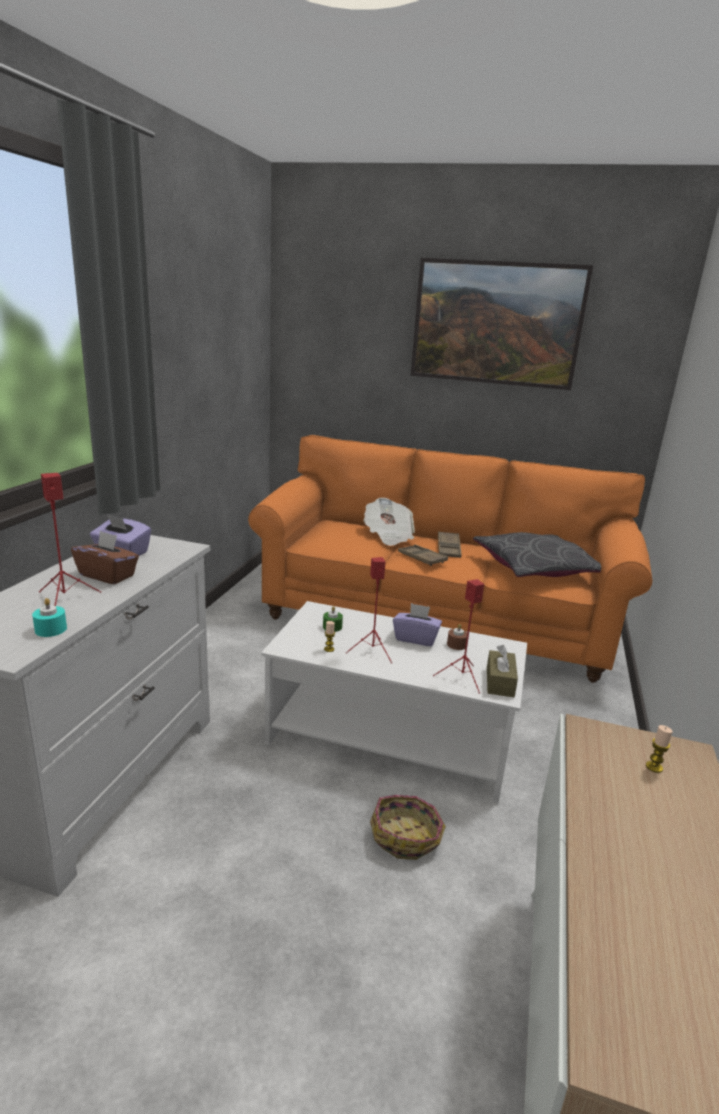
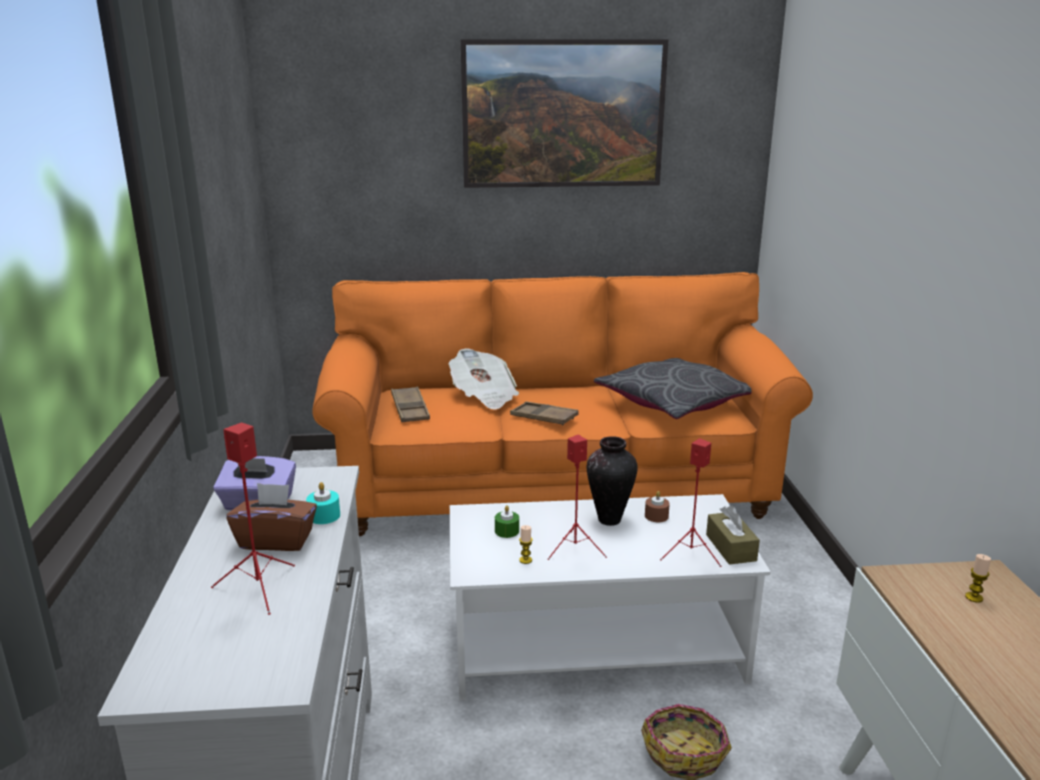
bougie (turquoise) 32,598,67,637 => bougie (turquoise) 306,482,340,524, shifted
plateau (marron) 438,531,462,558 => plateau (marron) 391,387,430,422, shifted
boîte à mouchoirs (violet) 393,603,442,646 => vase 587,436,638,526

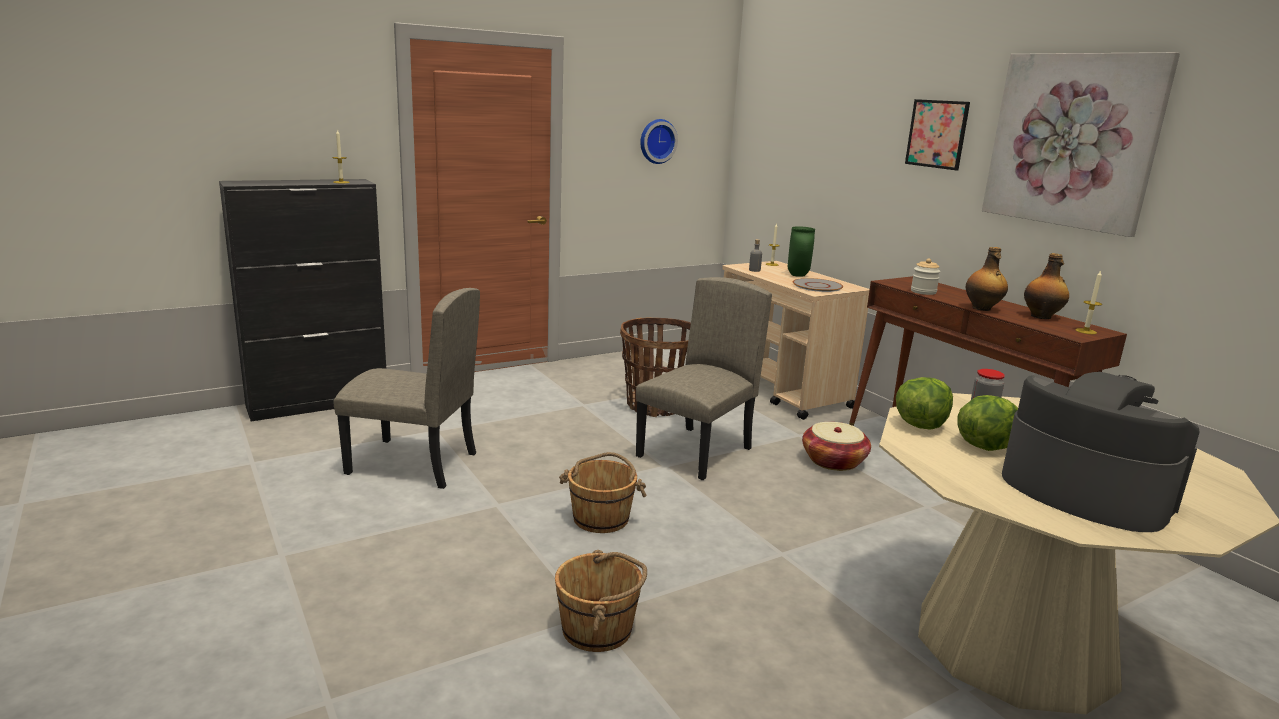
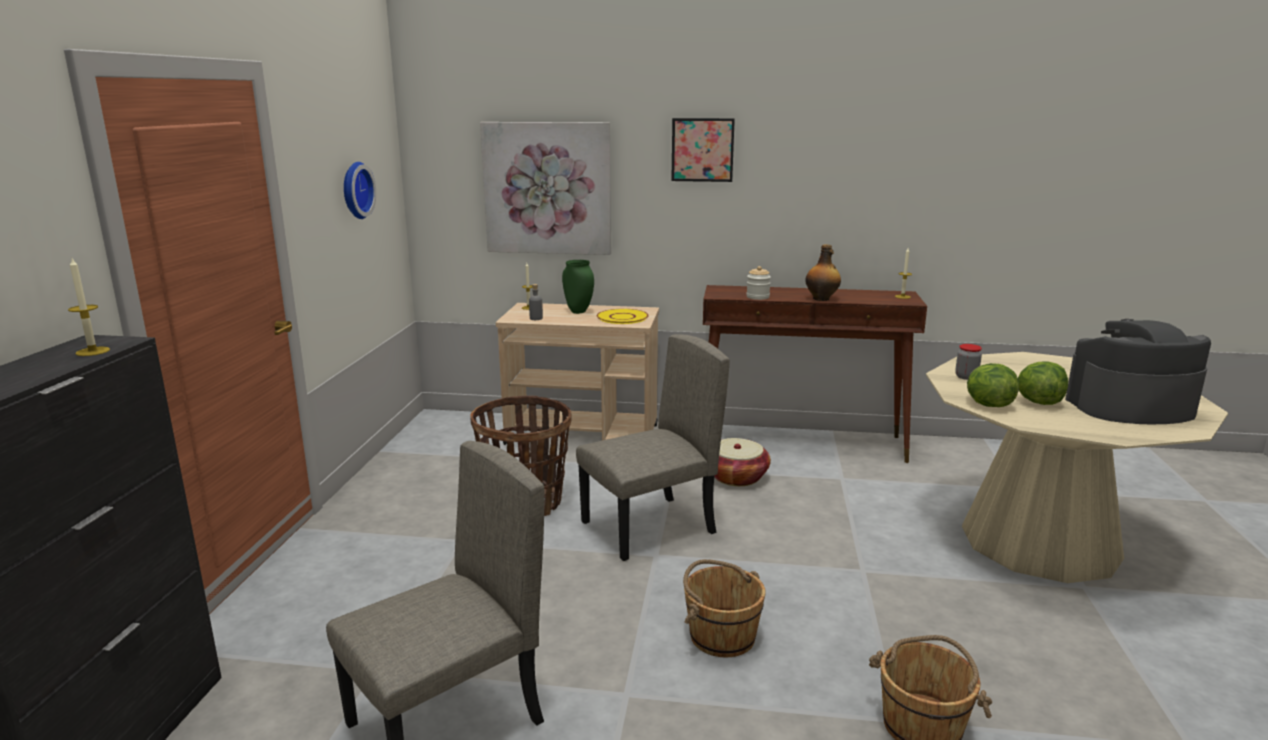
bouteille 1024,253,1069,319 => nothing
tableau 982,52,1180,237 => tableau 480,122,611,255, shifted
assiette (gris) 793,278,843,292 => assiette (jaune) 597,309,649,324
chaise (beige) 636,277,772,480 => chaise (beige) 576,334,730,561, 75 degrees clockwise

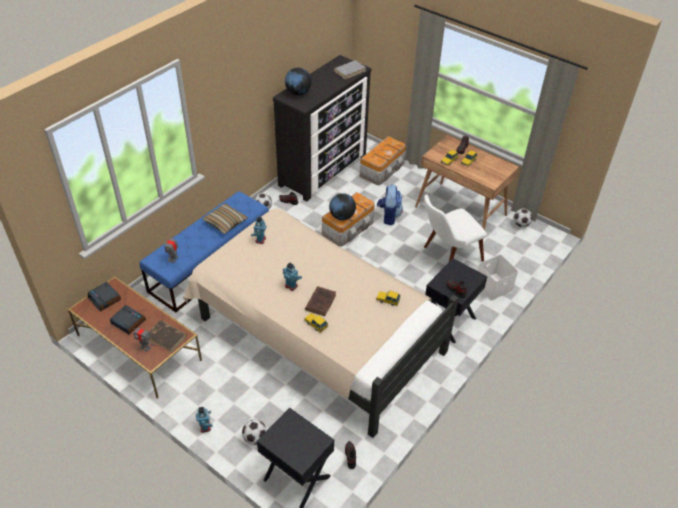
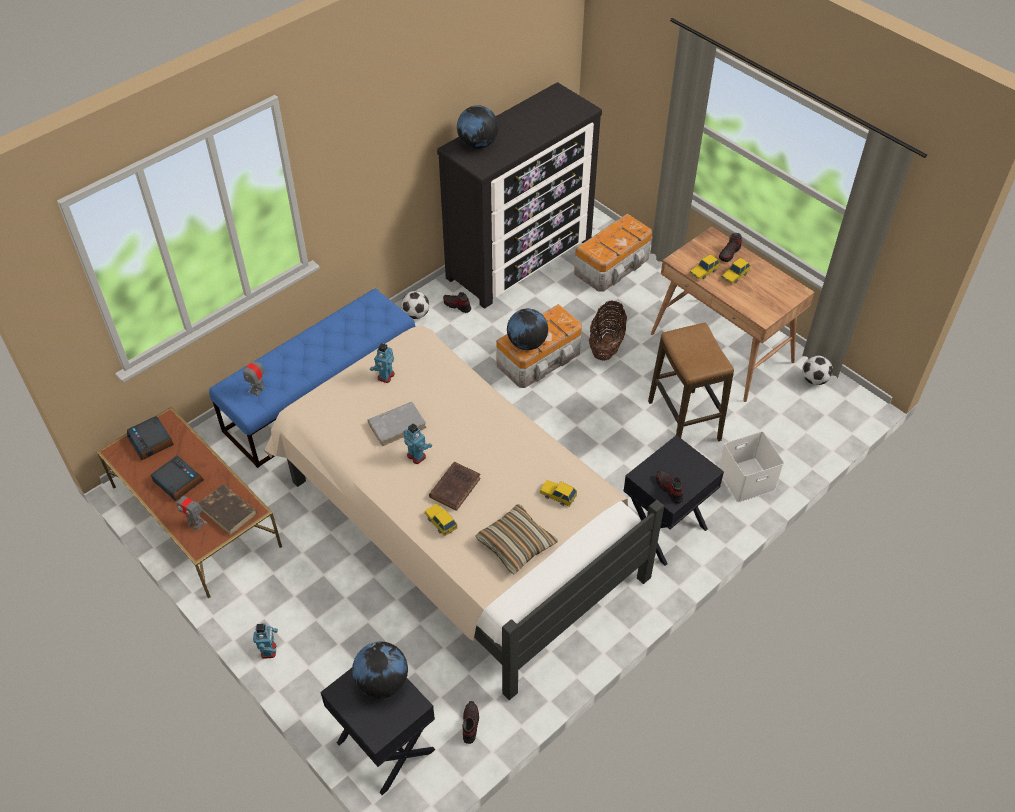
ballon de foot 242,420,267,445 => nothing
nothing => globe 352,642,408,699
coussin 203,203,248,234 => coussin 476,504,558,575, shifted
livre (gris) 334,60,366,79 => livre (gris) 367,402,426,446, shifted
sac à dos 377,184,403,225 => panier 589,300,627,361
chaise (blanc) 424,194,487,262 => tabouret 648,323,734,441

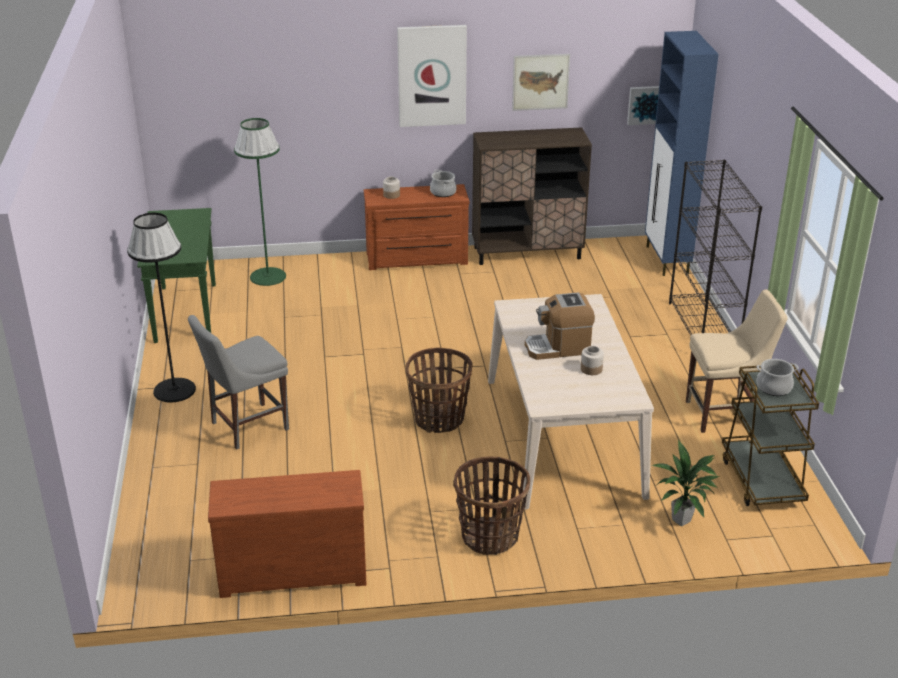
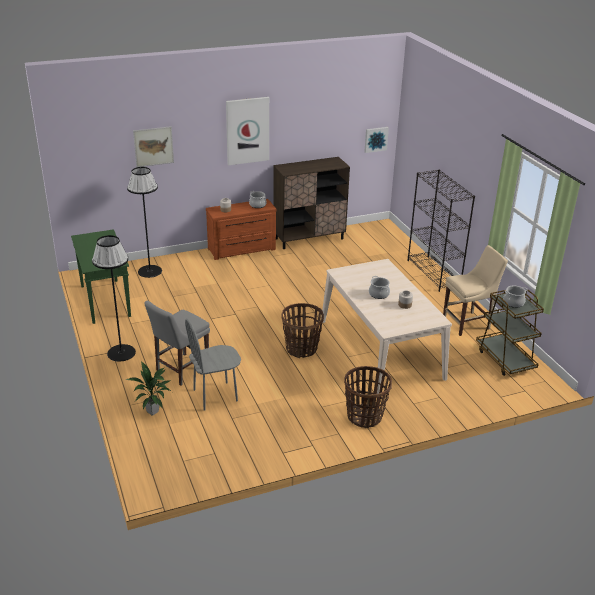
commode (marron) 208,470,367,598 => nothing
meuble de rangement (bleu) 645,31,719,276 => nothing
nothing => chaise (gris) 185,318,241,411
tableau 512,54,570,111 => tableau 133,126,174,167, shifted
plante en pot 652,439,720,526 => plante en pot 125,361,172,416, shifted
machine à café 525,292,595,360 => marmite 369,276,390,299
lampadaire (vert) 234,118,286,286 => lampadaire (noir) 127,167,162,278

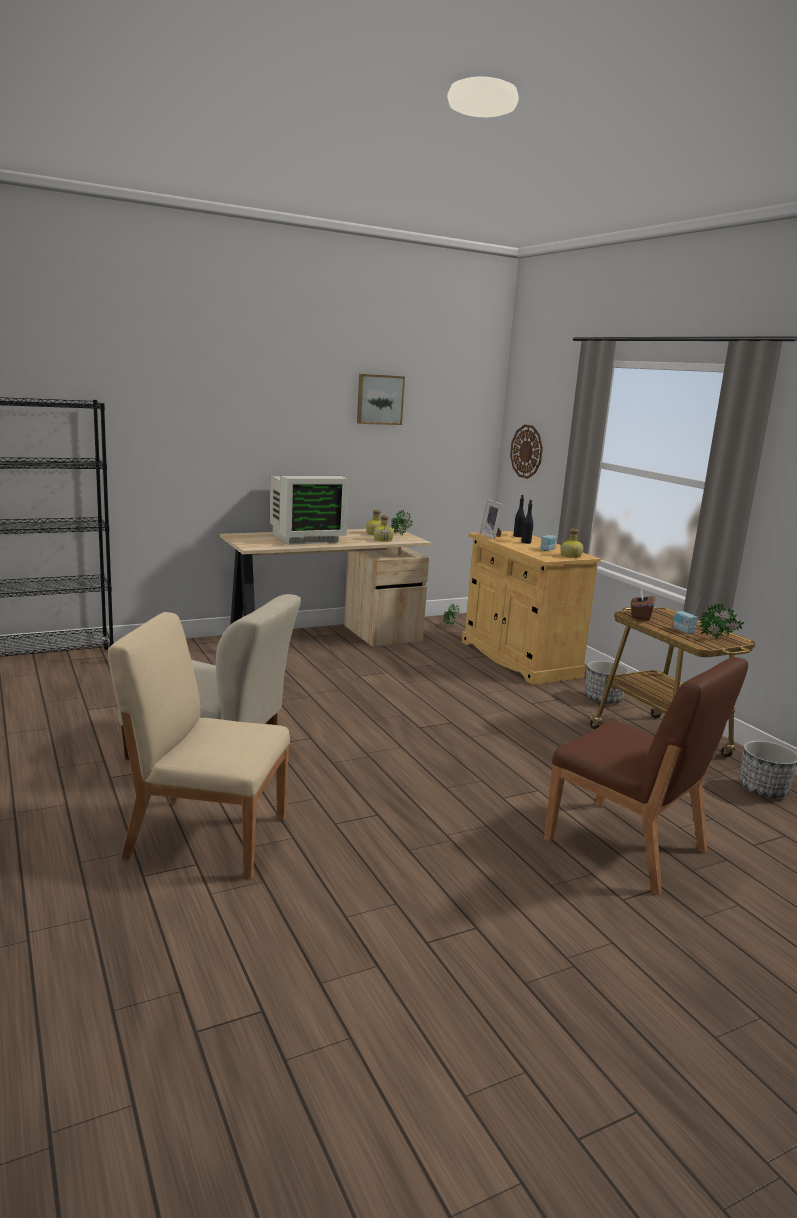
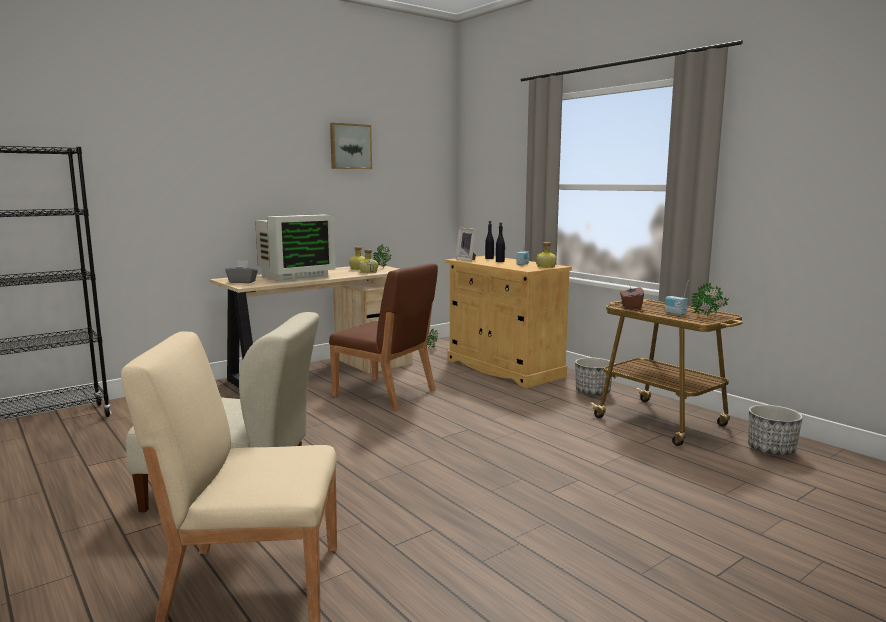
horloge murale 510,424,543,479 => nothing
nothing => boîte à mouchoirs (gris) 225,261,258,283
chaise (marron) 544,657,748,896 => chaise (marron) 329,263,438,411, shifted

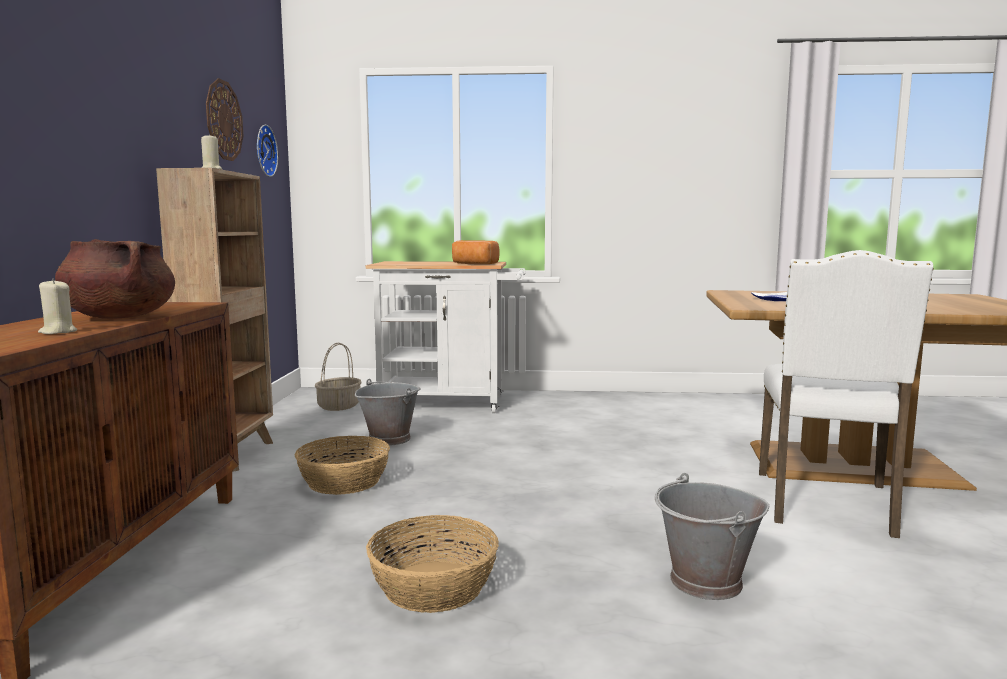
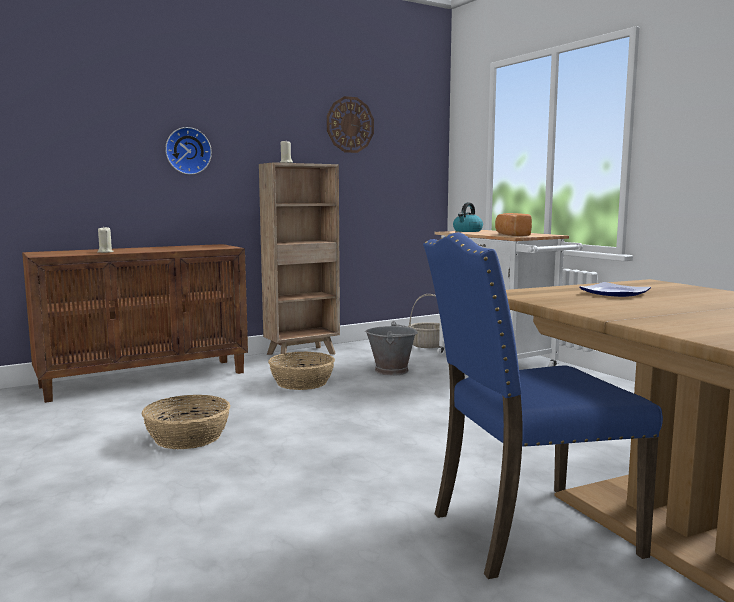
marmite (marron) 55,239,175,319 => nothing
seau (gris) 655,473,769,600 => nothing
nothing => bouilloire 453,203,483,232
horloge murale 257,125,278,177 => horloge murale 165,127,212,175, shifted
chaise (blanc) 759,250,934,538 => chaise (bleu) 423,232,663,579

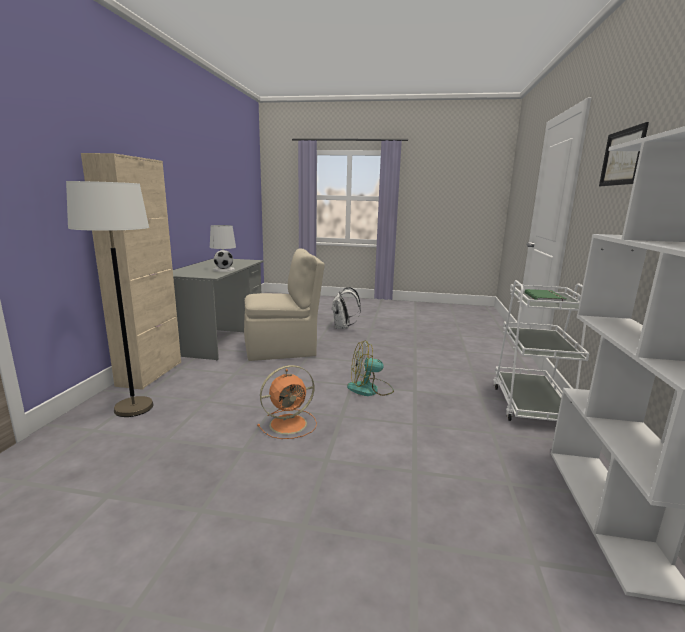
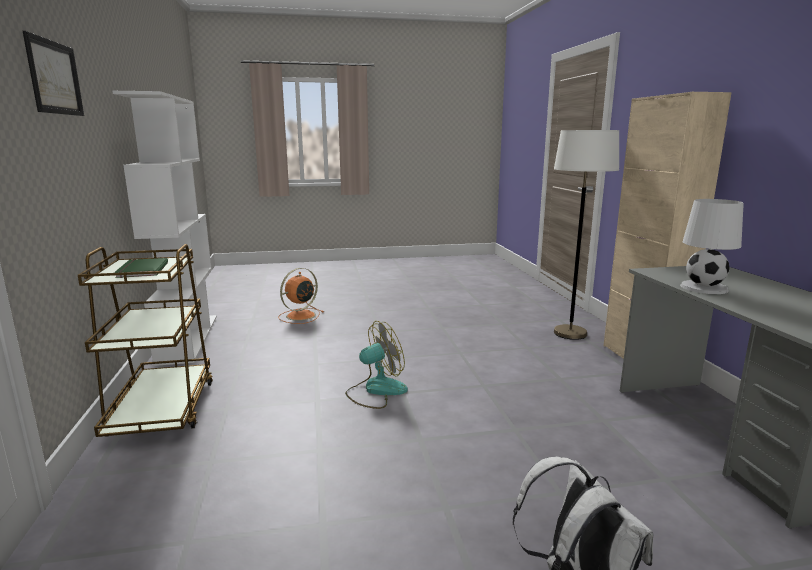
chaise (beige) 244,248,325,361 => nothing
ventilateur (orange) 257,365,317,439 => ventilateur (orange) 278,268,324,324, shifted
chariot (blanc) 494,280,590,421 => chariot (marron) 78,244,213,437

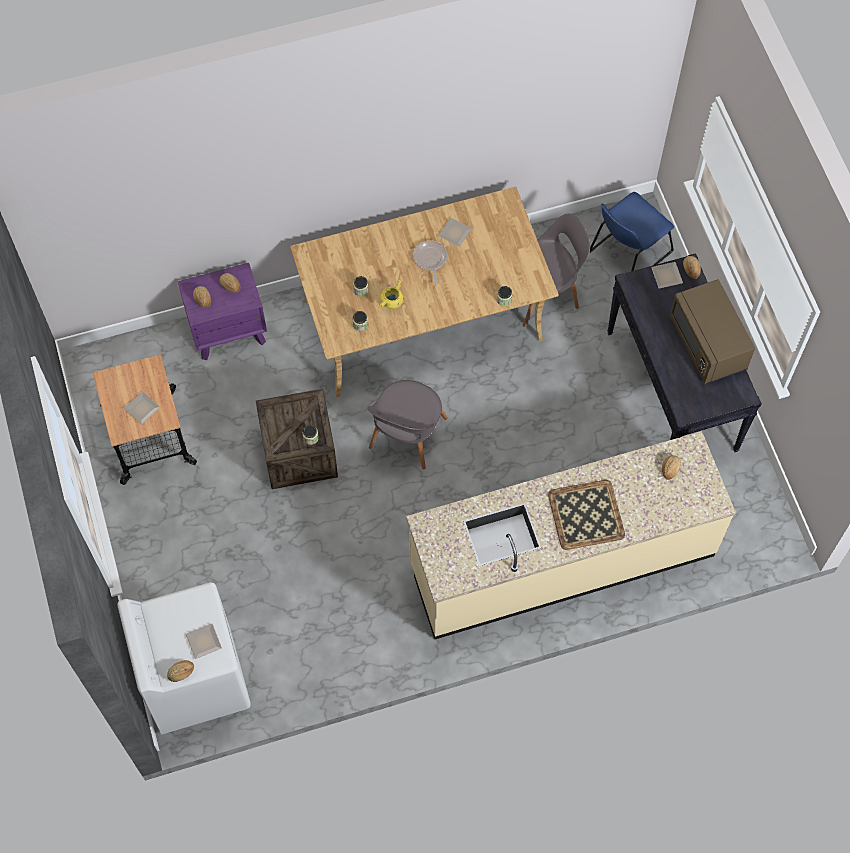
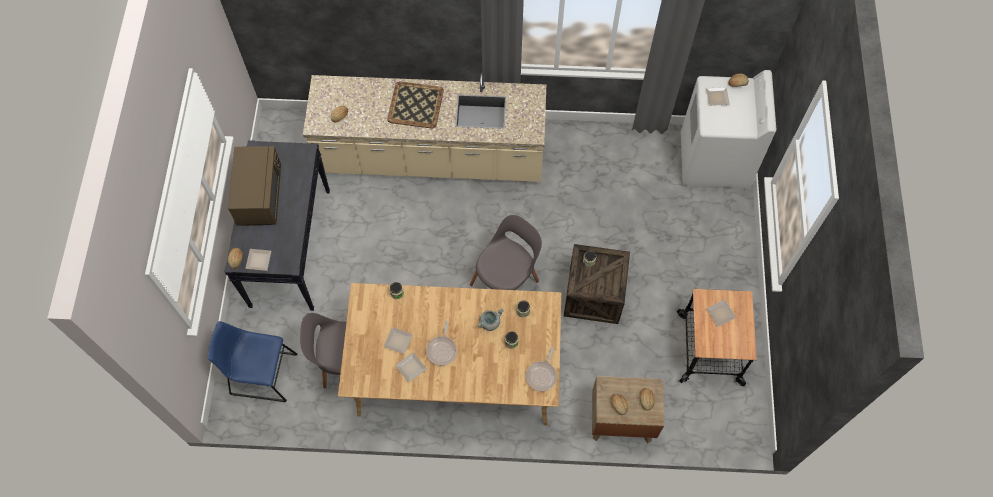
nothing => assiette 383,327,413,354
nothing => poêle 526,347,557,391
table de chevet (violet) 178,263,267,360 => table de chevet (marron) 592,376,664,444
marmite (jaune) 379,279,404,309 => marmite (gris) 477,308,504,331
chaise (bleu) 590,192,674,271 => chaise (bleu) 208,321,297,402, 150 degrees counterclockwise

